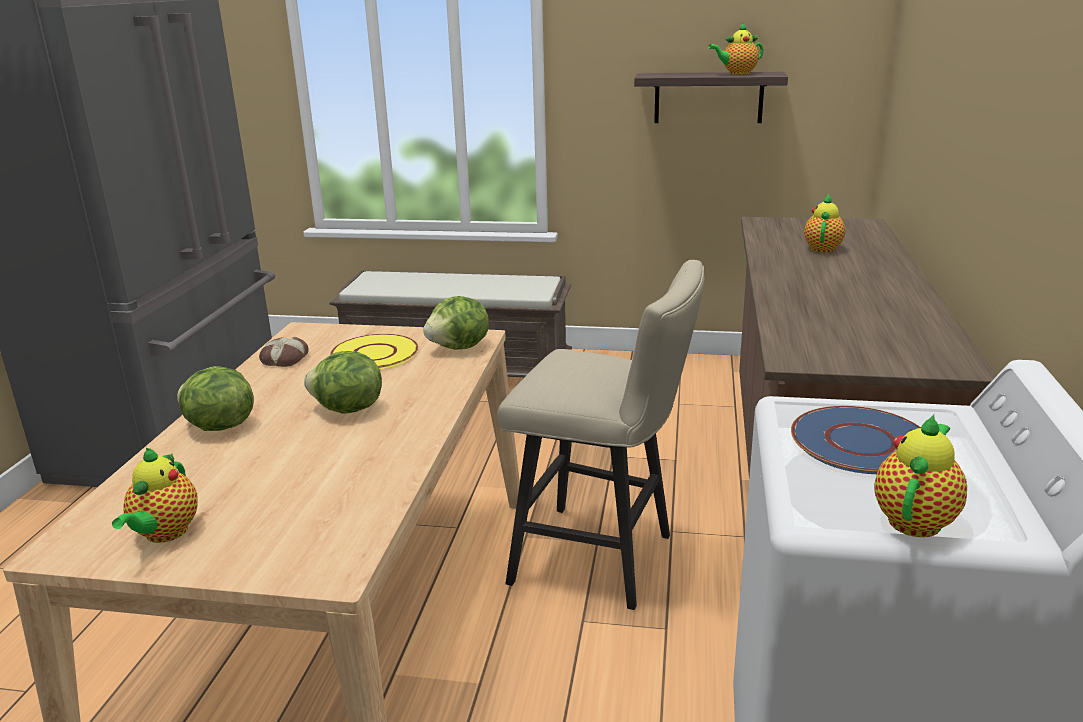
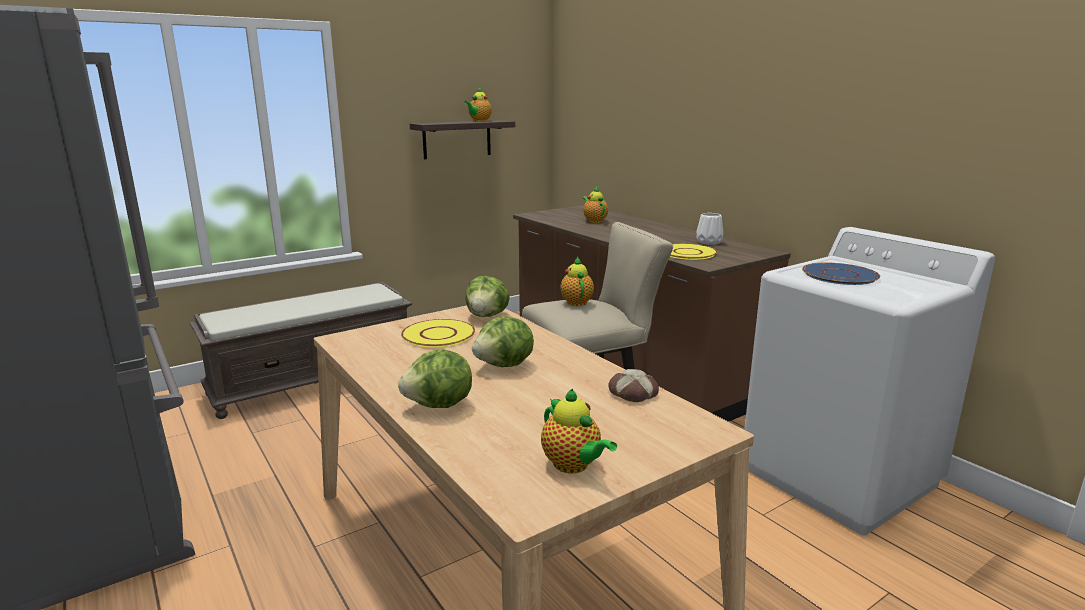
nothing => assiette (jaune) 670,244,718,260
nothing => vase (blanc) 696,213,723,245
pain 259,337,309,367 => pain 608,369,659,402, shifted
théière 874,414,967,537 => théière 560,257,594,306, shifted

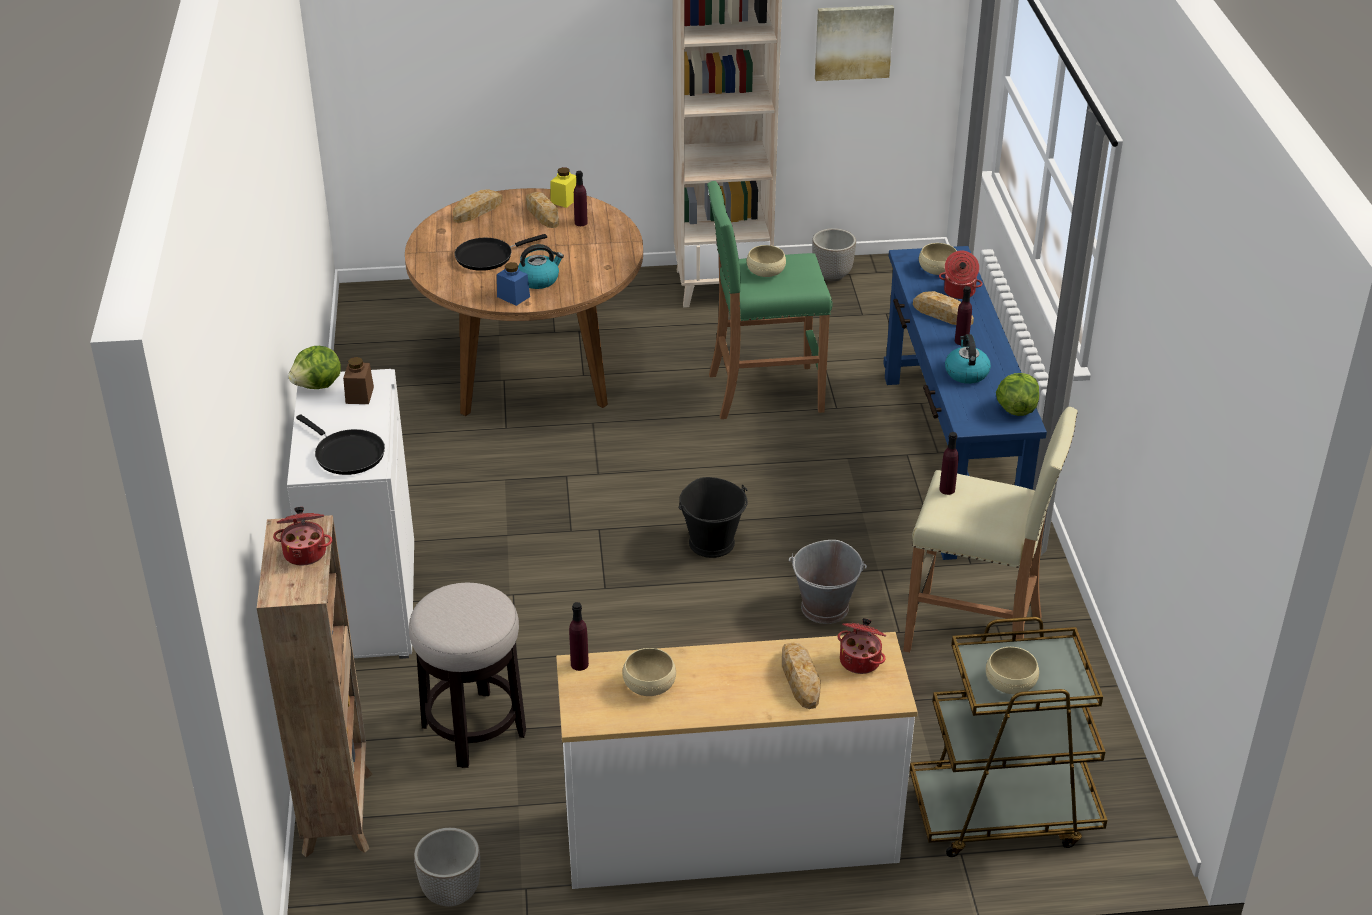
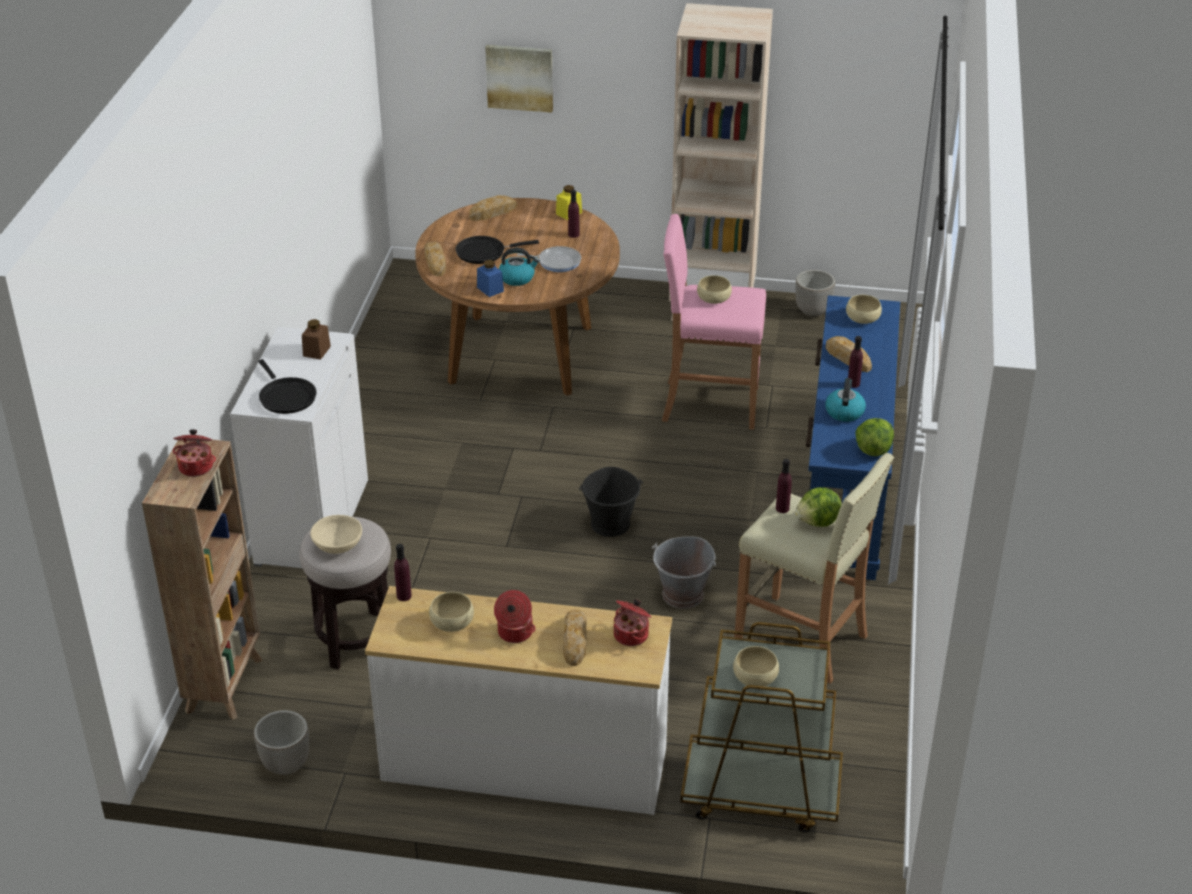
nothing => bol (beige) 310,515,362,554
nothing => poêle 517,246,581,272
laitue 288,346,341,389 => laitue 795,487,842,527, shifted
pain 526,192,559,228 => pain 424,242,446,276, shifted
tableau 815,5,894,81 => tableau 485,45,553,113, shifted
marmite 939,251,983,299 => marmite 494,590,536,643, shifted
tabouret (vert) 707,181,833,419 => tabouret (rose) 662,214,766,429

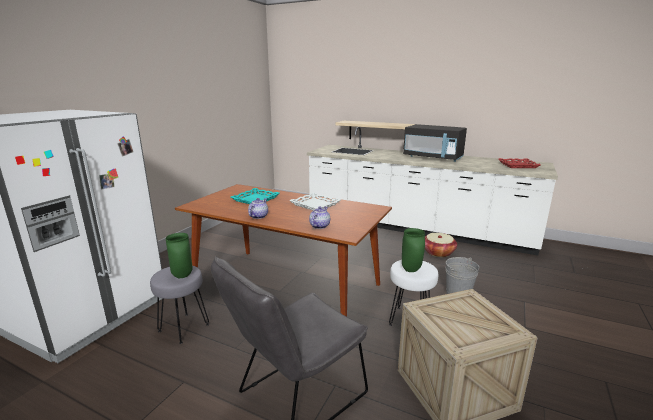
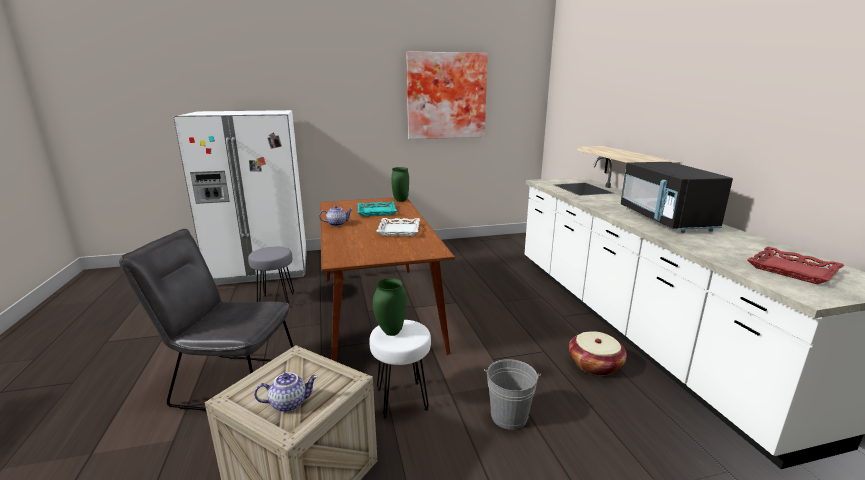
nothing => tableau 406,51,488,139
vase (vert) 166,233,193,278 => vase (vert) 391,167,409,202, shifted
théière 309,207,330,229 => théière 254,373,318,412, shifted

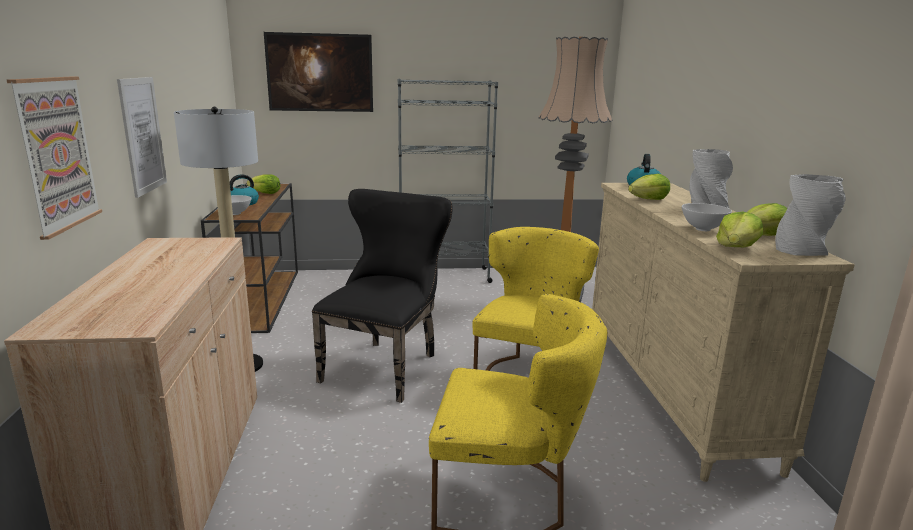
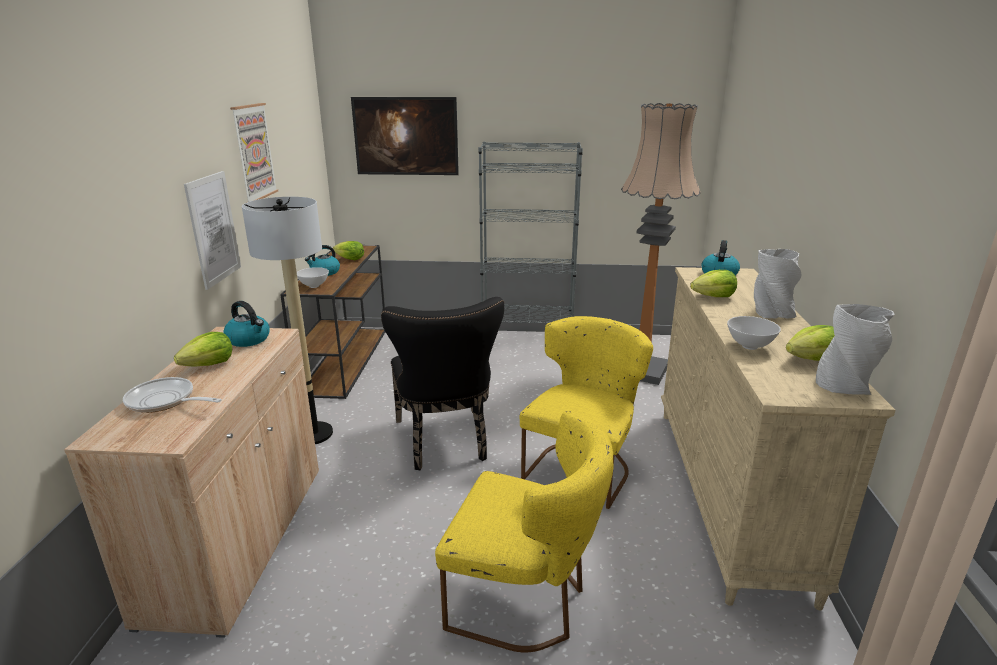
nothing => poêle 123,377,222,413
nothing => bouilloire 223,301,270,347
tableau 7,77,102,240 => tableau 230,103,278,203, shifted
laitue 716,212,763,247 => laitue 174,332,232,367, shifted
chaise (noir) 312,189,452,403 => chaise (noir) 381,297,504,470, 135 degrees clockwise

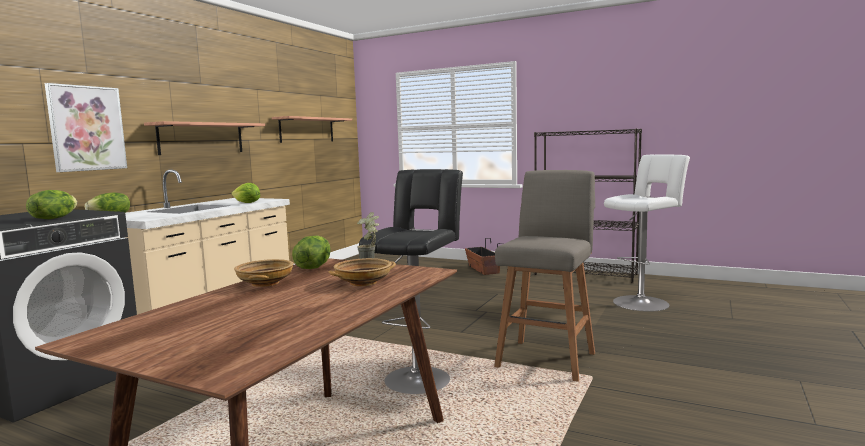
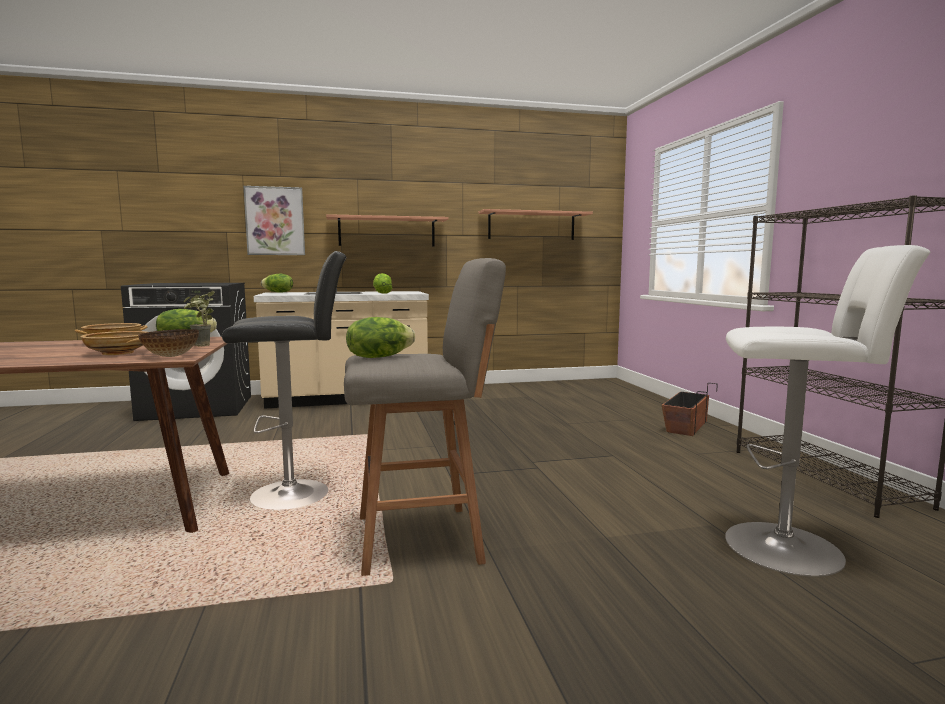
nothing => bol 138,329,199,357
laitue 26,190,77,219 => laitue 346,317,415,358, shifted

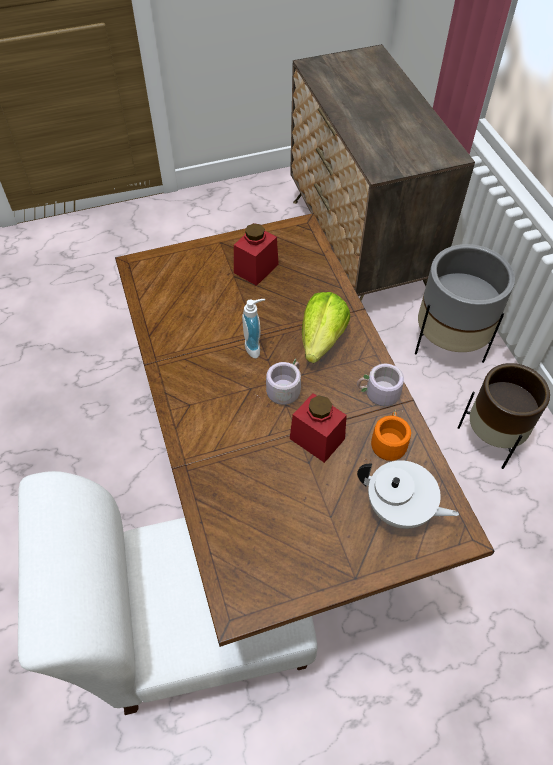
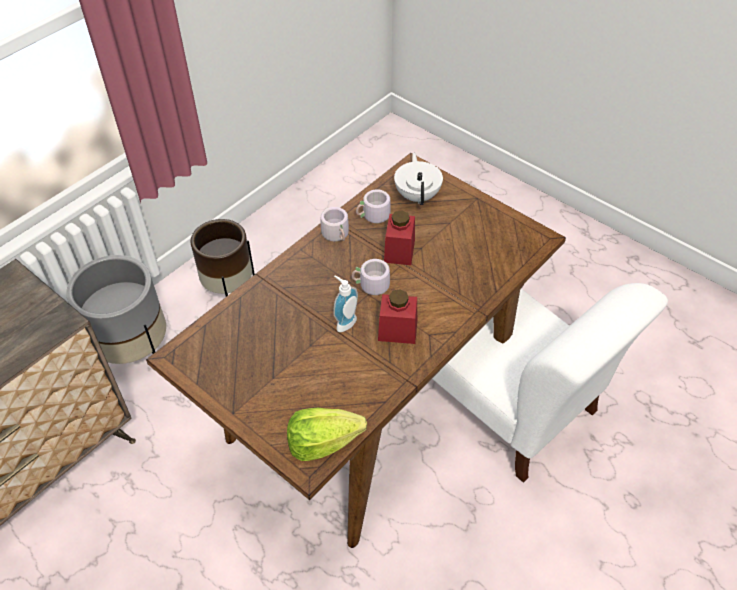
bocal (rouge) 234,223,279,286 => bocal (rouge) 378,289,417,344, shifted
laitue 302,292,350,363 => laitue 287,408,367,461, shifted
mug (orange) 365,409,411,461 => mug (gris) 356,189,391,223

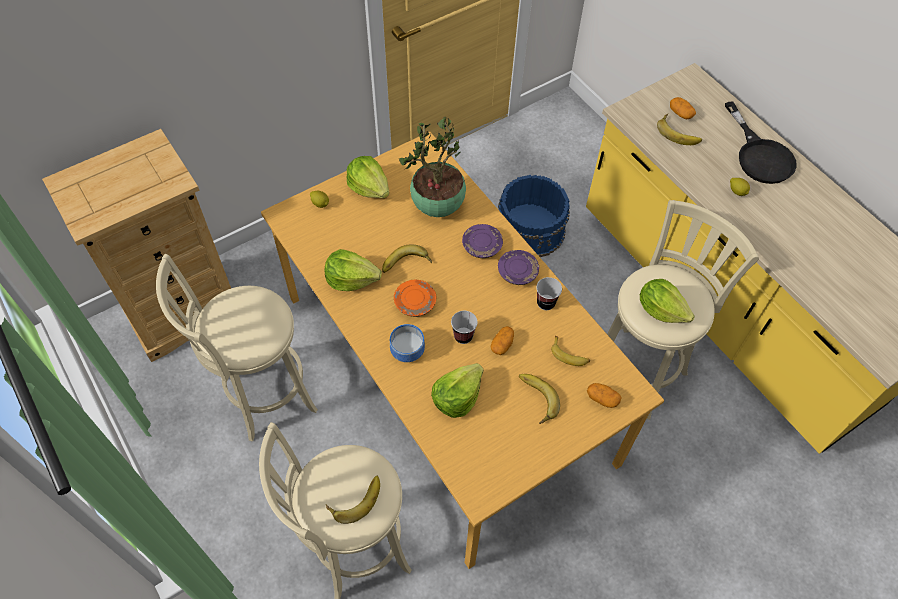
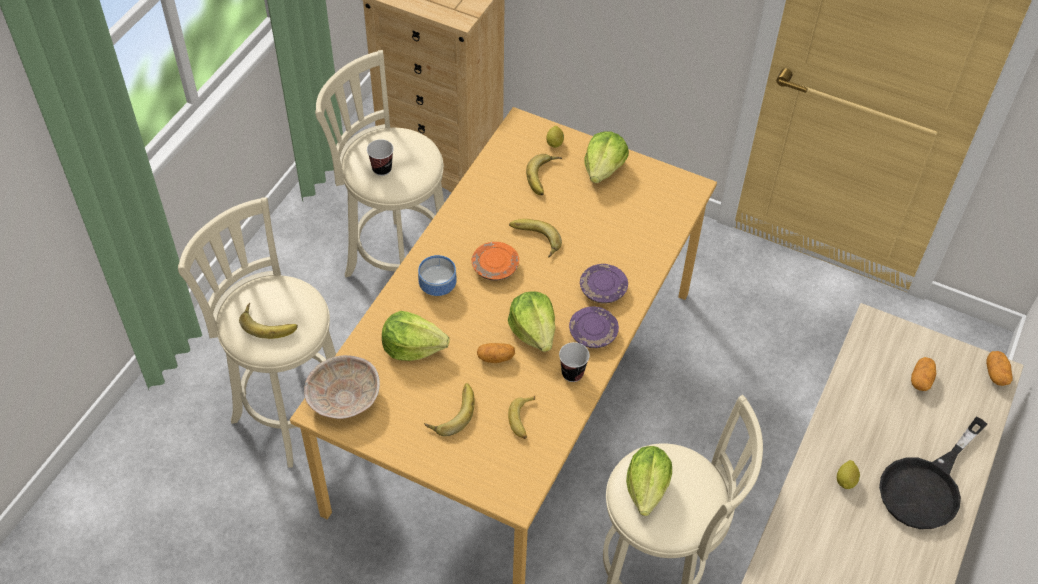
plante en pot 399,117,466,217 => nothing
seau (bleu) 498,175,570,257 => nothing
nothing => bol (beige) 304,355,380,419
laitue 325,249,382,291 => laitue 508,291,556,352, shifted
tasse 451,311,478,344 => tasse 367,139,394,176, shifted
pomme de terre 587,383,622,408 => pomme de terre 986,351,1013,386, shifted
banane 657,114,702,145 => banane 526,154,562,195, shifted

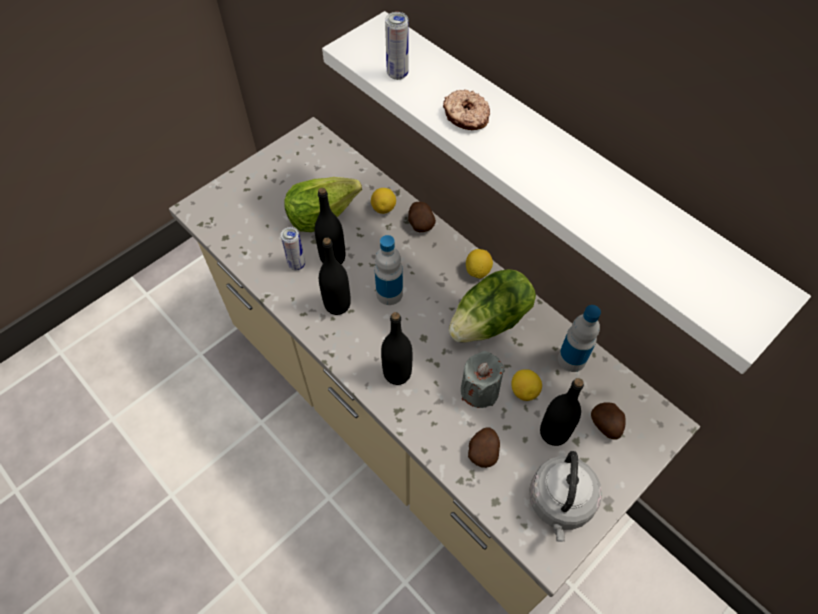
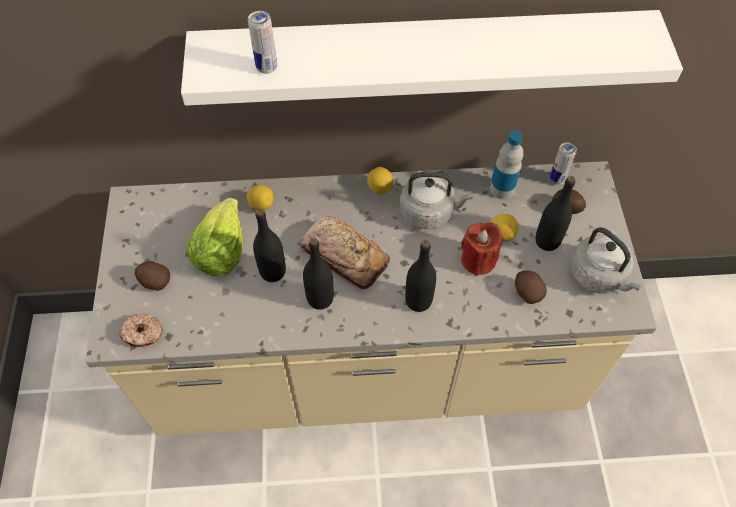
boîte métallique 280,227,305,271 => boîte métallique 549,142,577,185, shifted
pomme de terre 408,202,436,232 => pomme de terre 134,261,170,291, shifted
beignet 443,89,490,130 => beignet 119,313,163,347, shifted
bouteille 375,235,403,305 => pain 300,216,390,289
laitue 449,269,536,343 => bouilloire (gris) 400,172,473,229
bougie (gris) 461,351,505,408 => bougie (rouge) 461,223,503,276

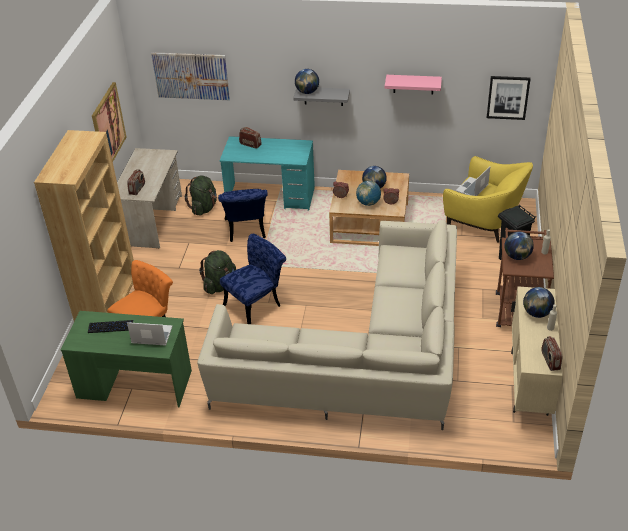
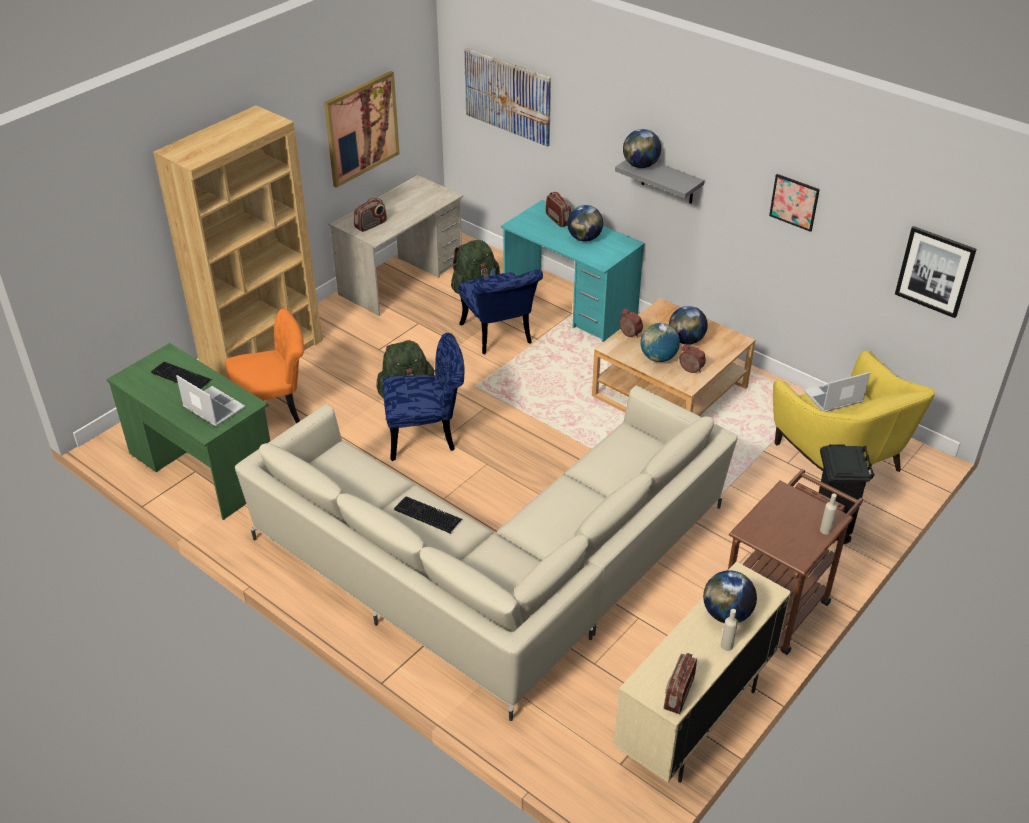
nothing => clavier 394,496,463,534
globe 504,232,534,260 => globe 567,205,603,242, shifted
étagère (rose) 385,75,442,94 => tableau 769,174,820,232
chaise (bleu) 218,189,267,242 => chaise (bleu) 458,269,543,354, 45 degrees counterclockwise

